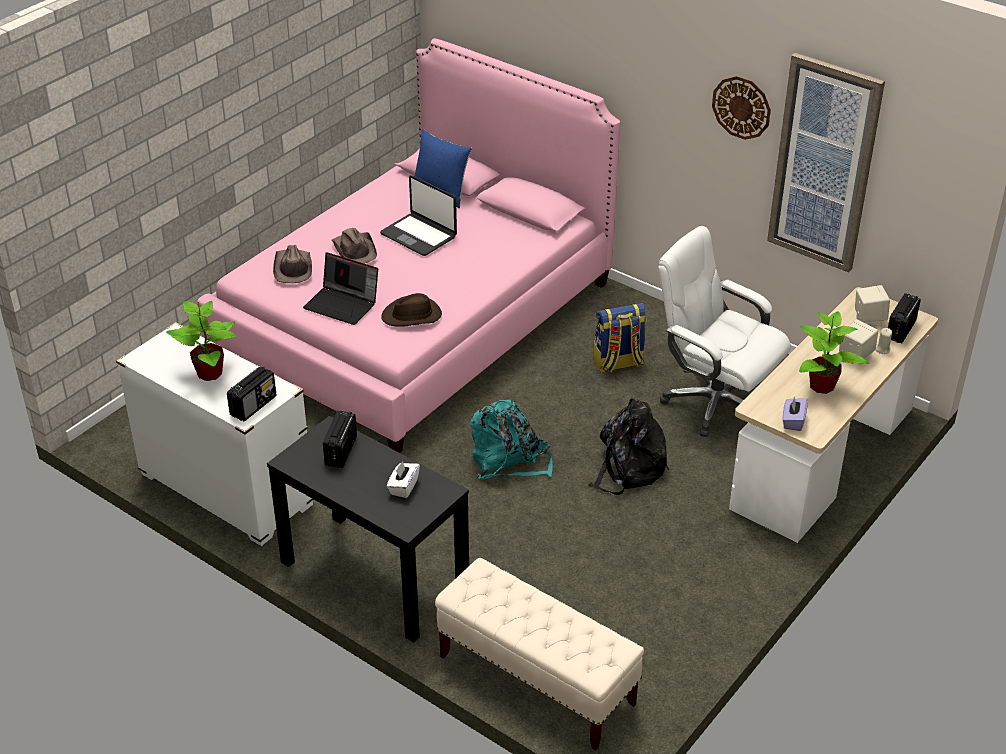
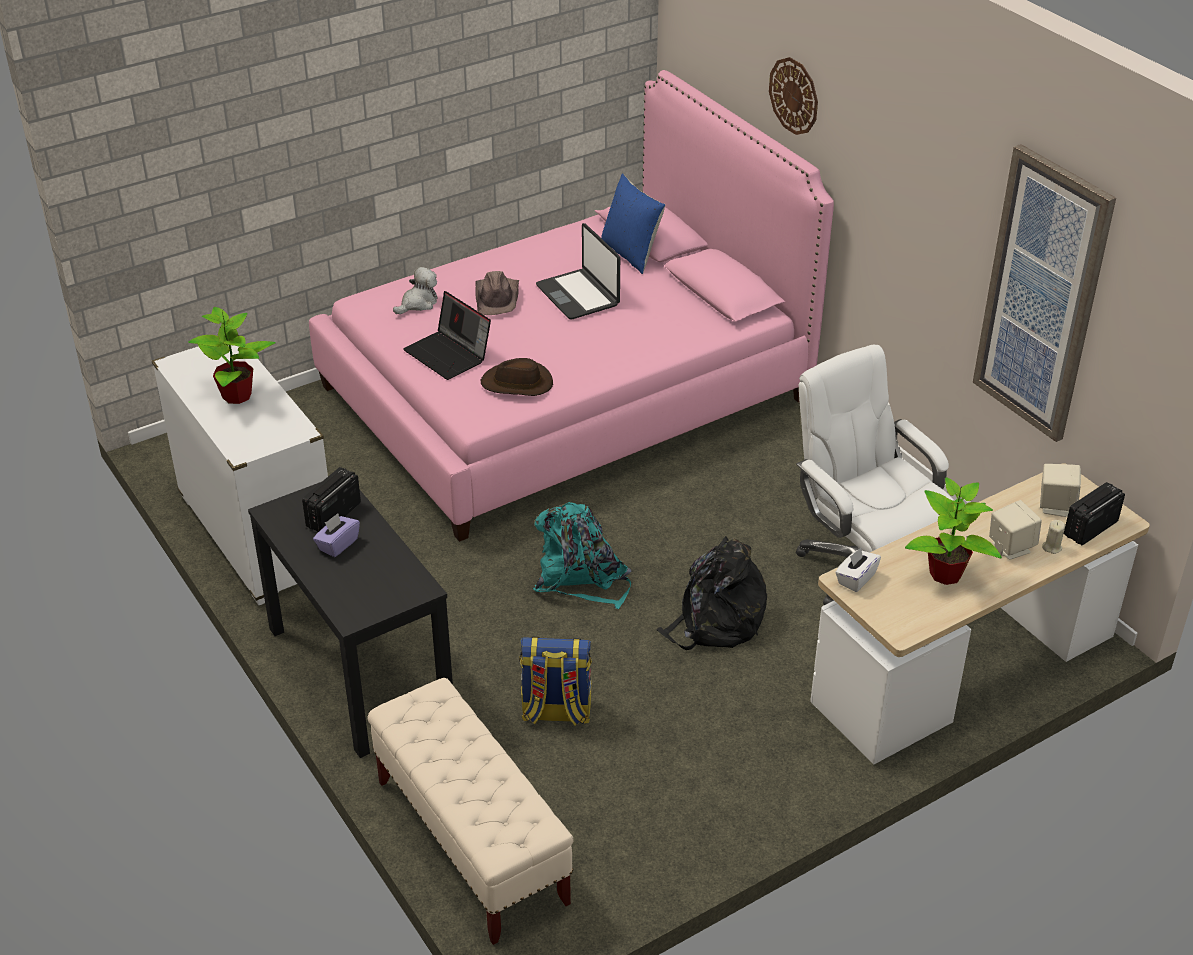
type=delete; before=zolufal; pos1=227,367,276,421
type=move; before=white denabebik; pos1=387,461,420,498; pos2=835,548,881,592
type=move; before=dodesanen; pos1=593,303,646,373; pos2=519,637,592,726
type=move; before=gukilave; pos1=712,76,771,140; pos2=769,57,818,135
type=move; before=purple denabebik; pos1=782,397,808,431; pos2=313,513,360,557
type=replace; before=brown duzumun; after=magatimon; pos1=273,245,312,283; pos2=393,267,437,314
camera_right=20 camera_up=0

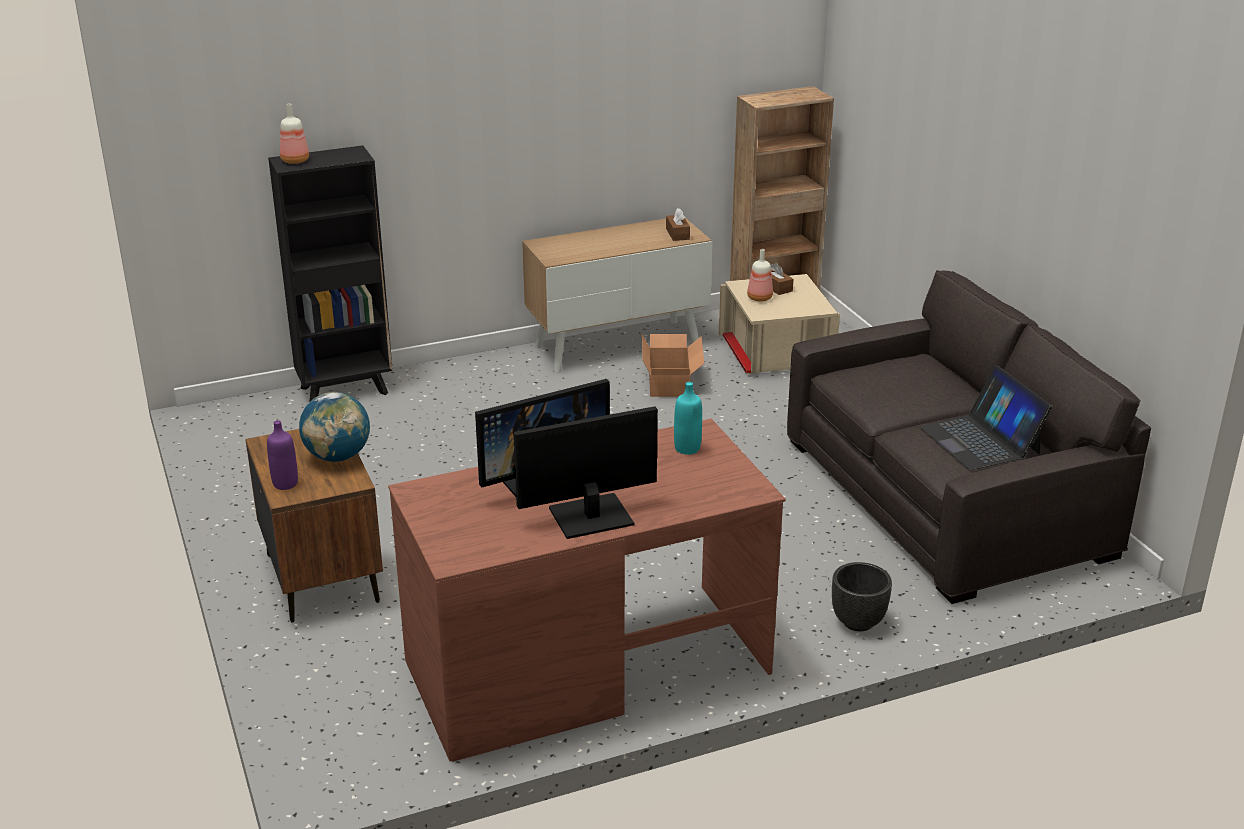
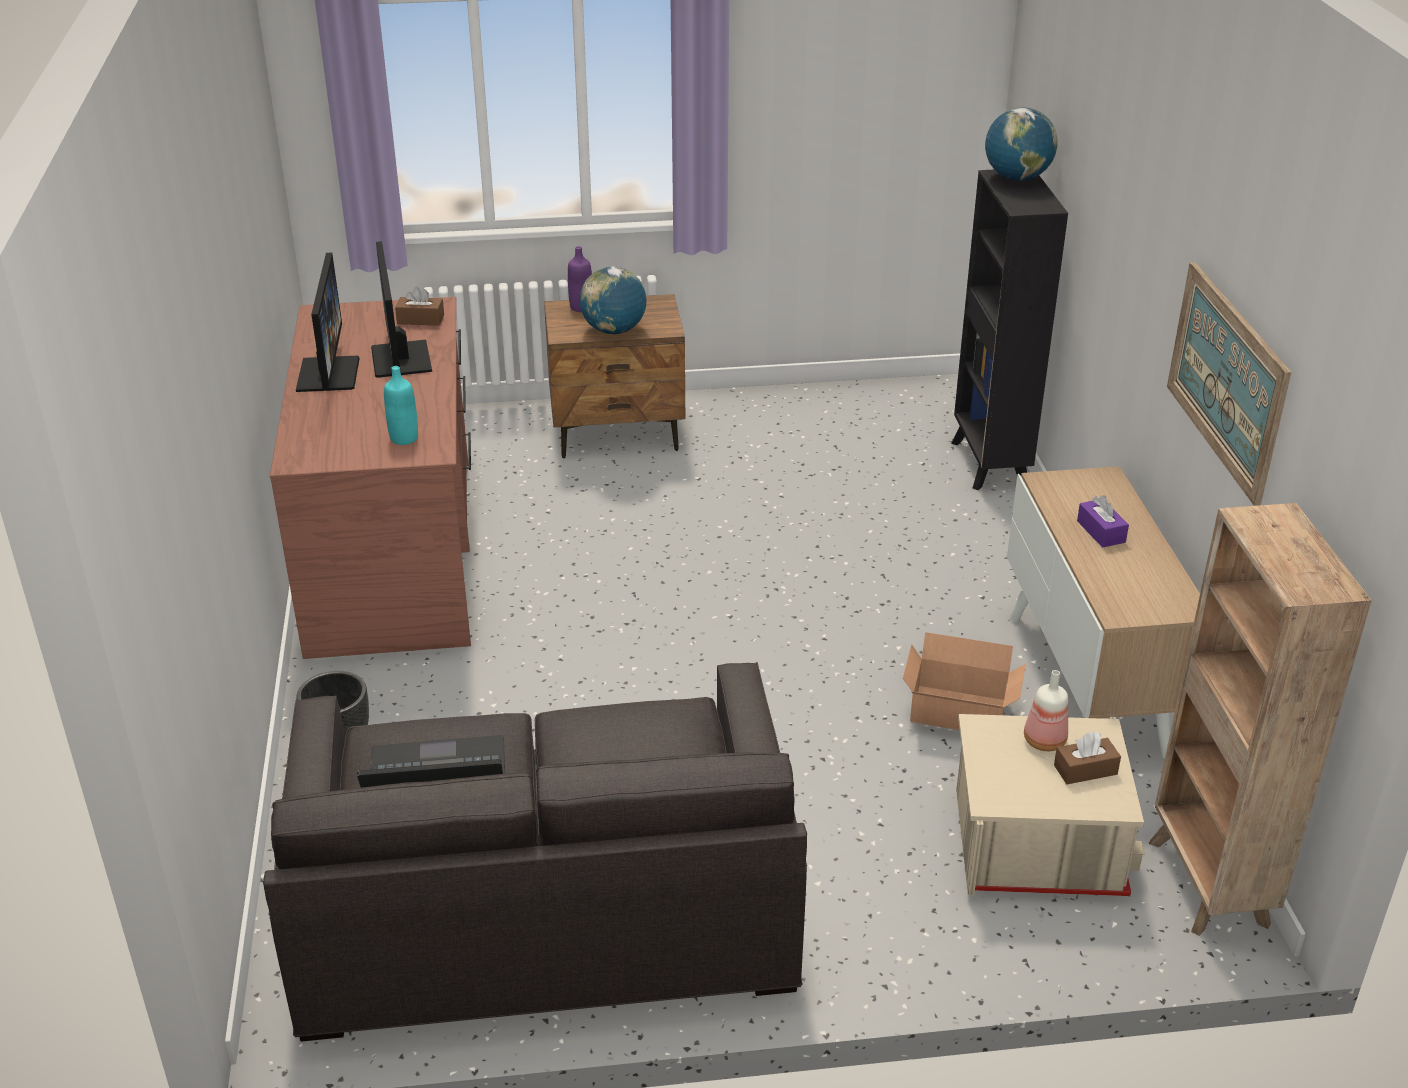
type=insert; after=purple denabebik; pos2=1077,495,1129,548
type=insert; after=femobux; pos2=1167,262,1291,506
type=move; before=brown denabebik; pos1=666,208,690,241; pos2=395,287,444,326
type=replace; before=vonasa; after=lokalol; pos1=280,103,309,164; pos2=985,107,1058,181
camera_right=105 camera_up=5

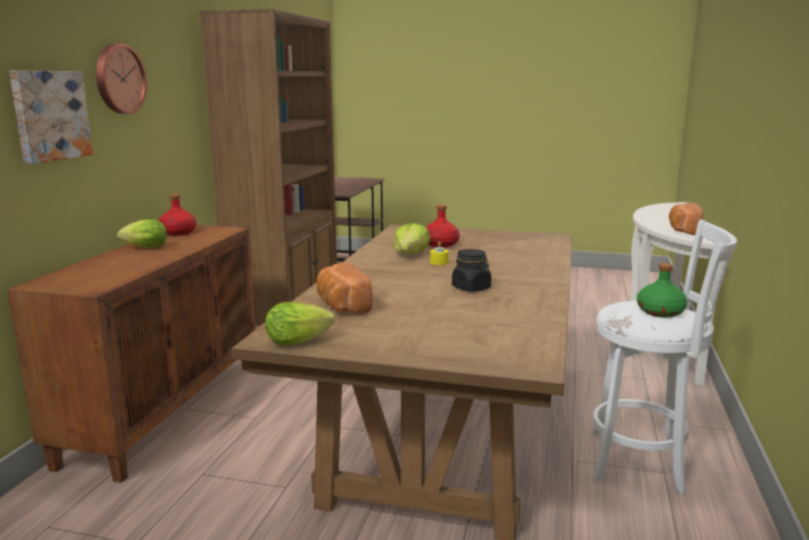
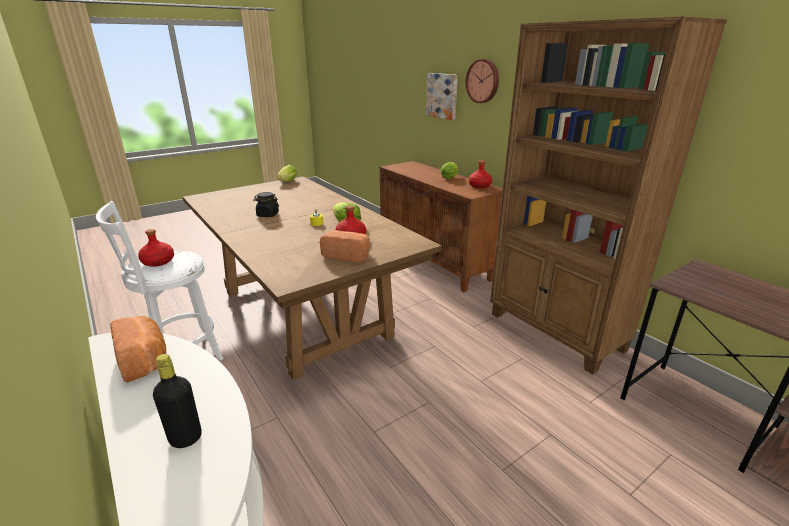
type=insert; after=black vonasa; pos2=153,354,201,448
type=move; before=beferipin; pos1=316,262,373,313; pos2=320,230,370,262
type=recolor; before=green vonasa; after=red vonasa; pos1=637,263,687,318; pos2=138,229,174,267
camera_right=130 camera_up=10

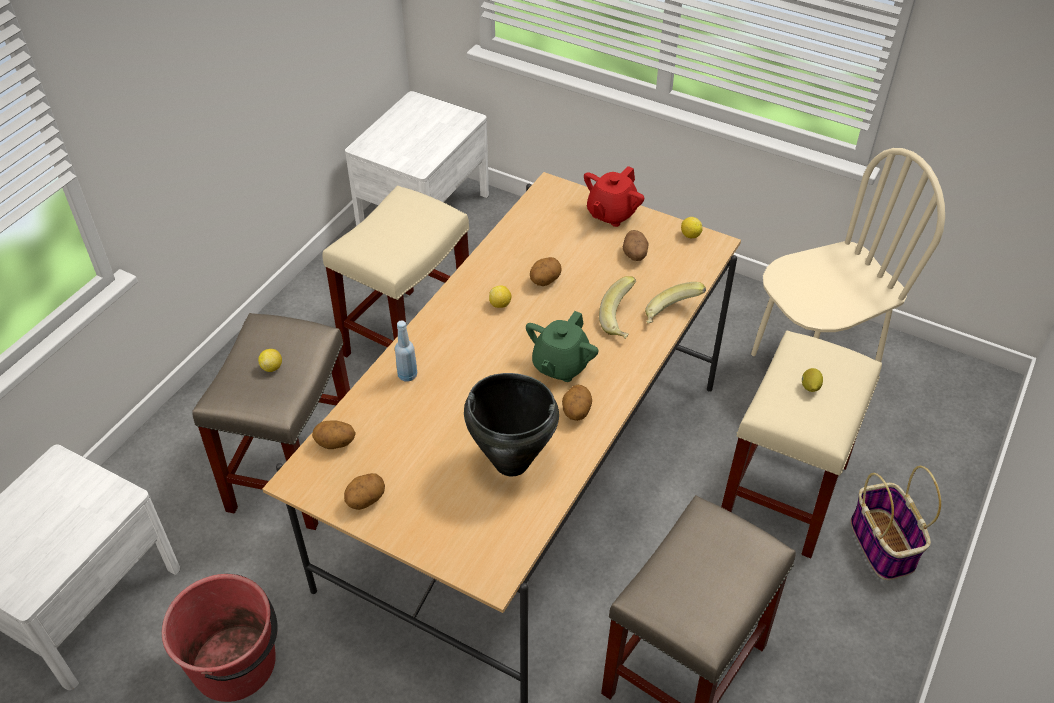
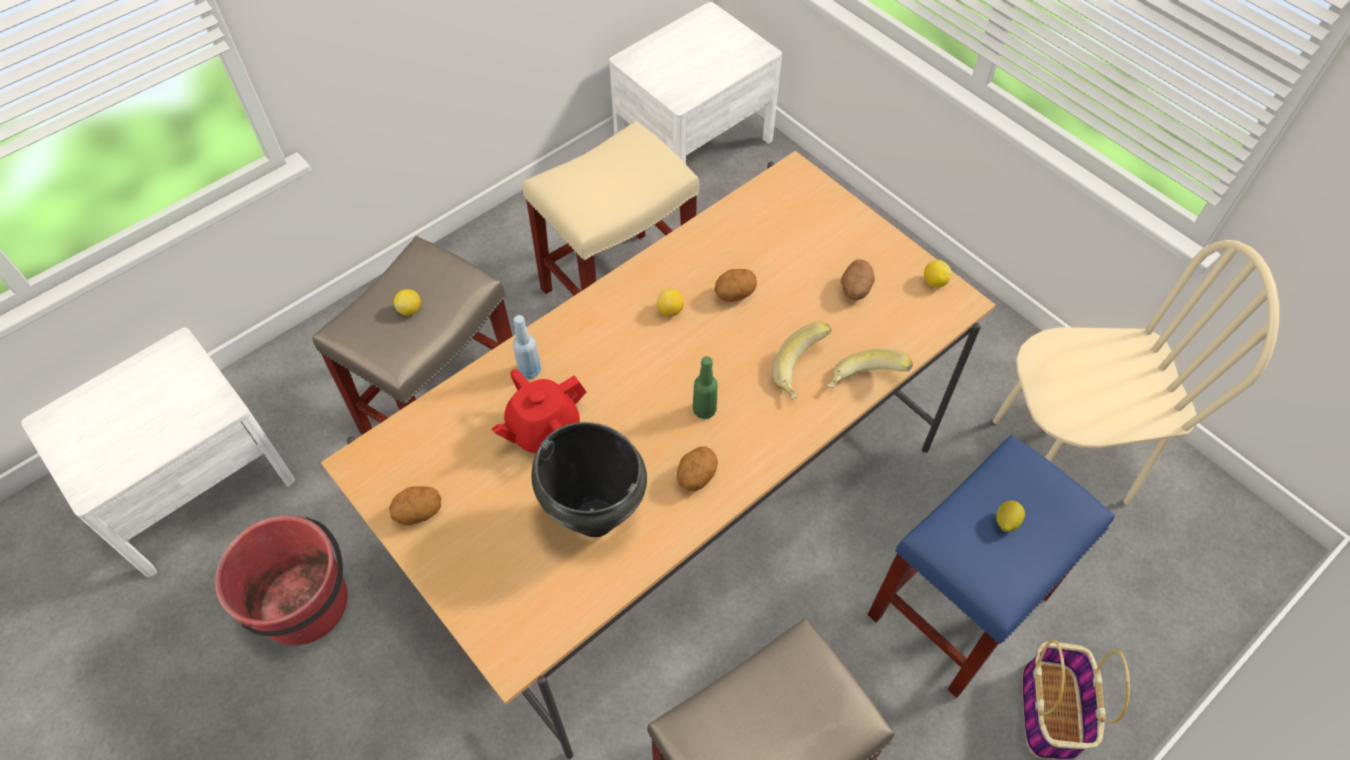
type=delete; before=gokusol; pos1=312,420,356,449
type=move; before=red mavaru; pos1=584,166,644,227; pos2=491,369,586,453
type=replace; before=green mavaru; after=green vonasa; pos1=526,311,599,382; pos2=693,356,718,419
type=recolor; before=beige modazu; after=blue modazu; pos1=721,331,882,558; pos2=867,435,1115,698
camera_right=20 camera_up=10

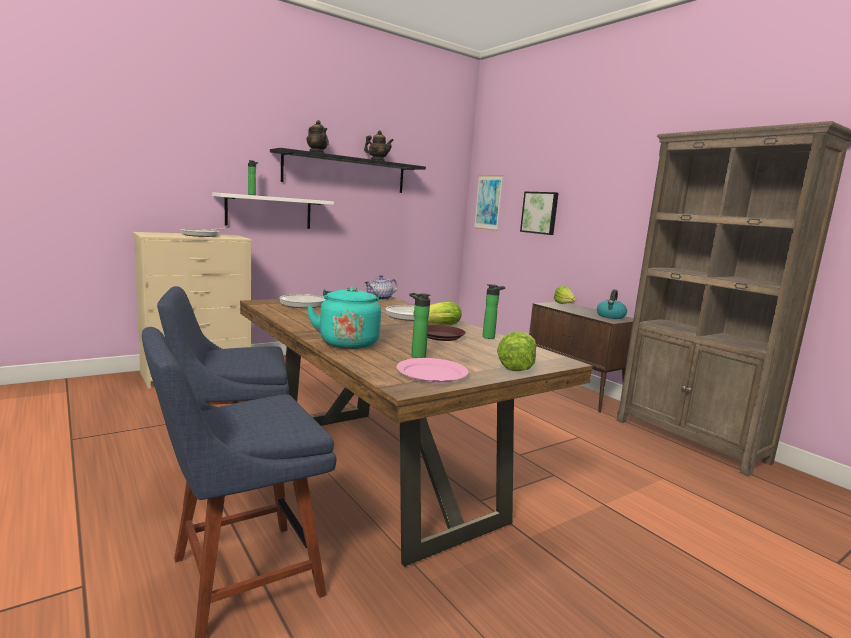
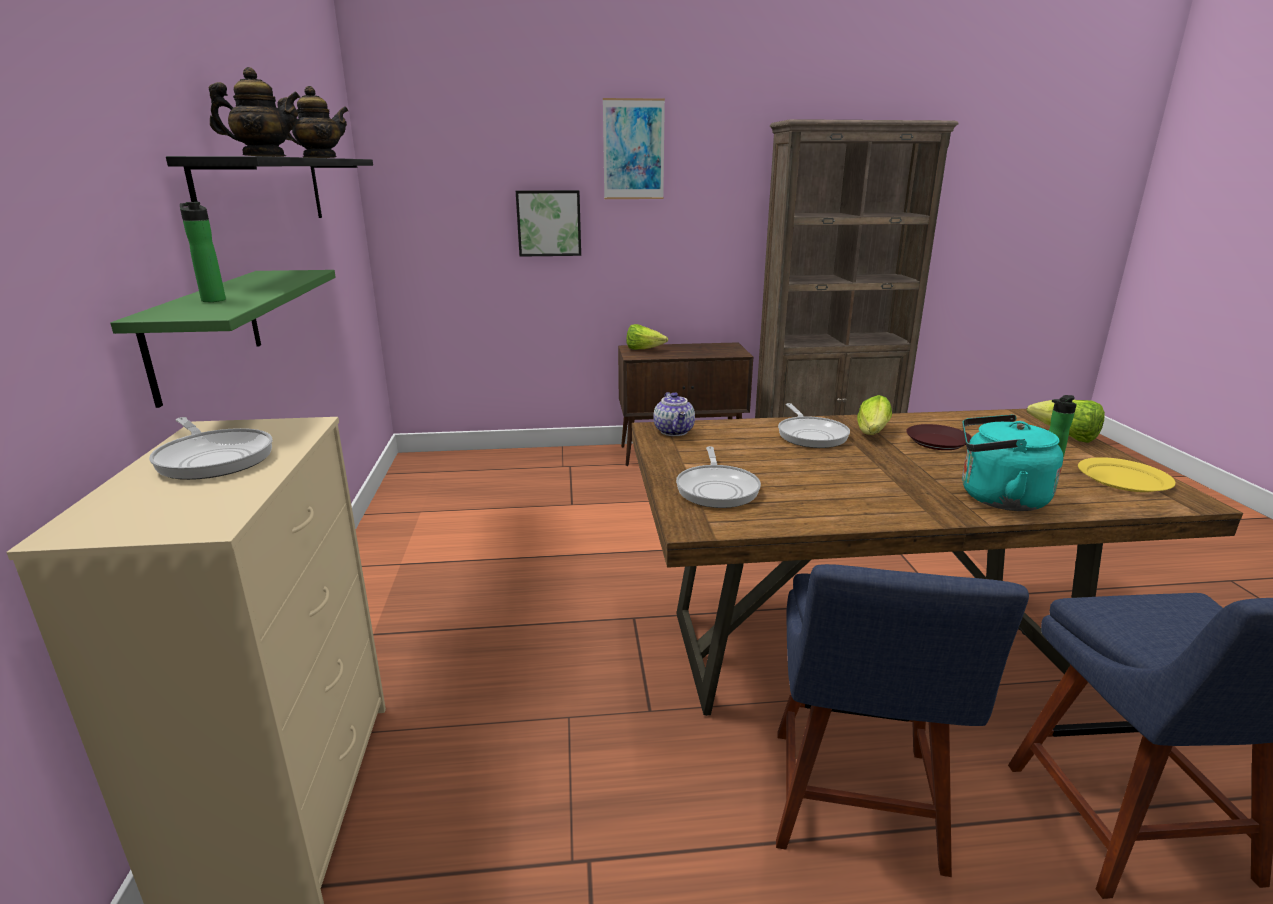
type=delete; before=vonasa; pos1=482,284,505,339
type=delete; before=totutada; pos1=597,289,627,319
type=move; before=femobux; pos1=474,175,503,231; pos2=603,98,665,199
type=recolor; before=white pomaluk; after=green pomaluk; pos1=212,192,334,229; pos2=110,270,336,408
type=recolor; before=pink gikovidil; after=yellow gikovidil; pos1=396,358,469,383; pos2=1078,457,1175,492
camera_right=-60 camera_up=10

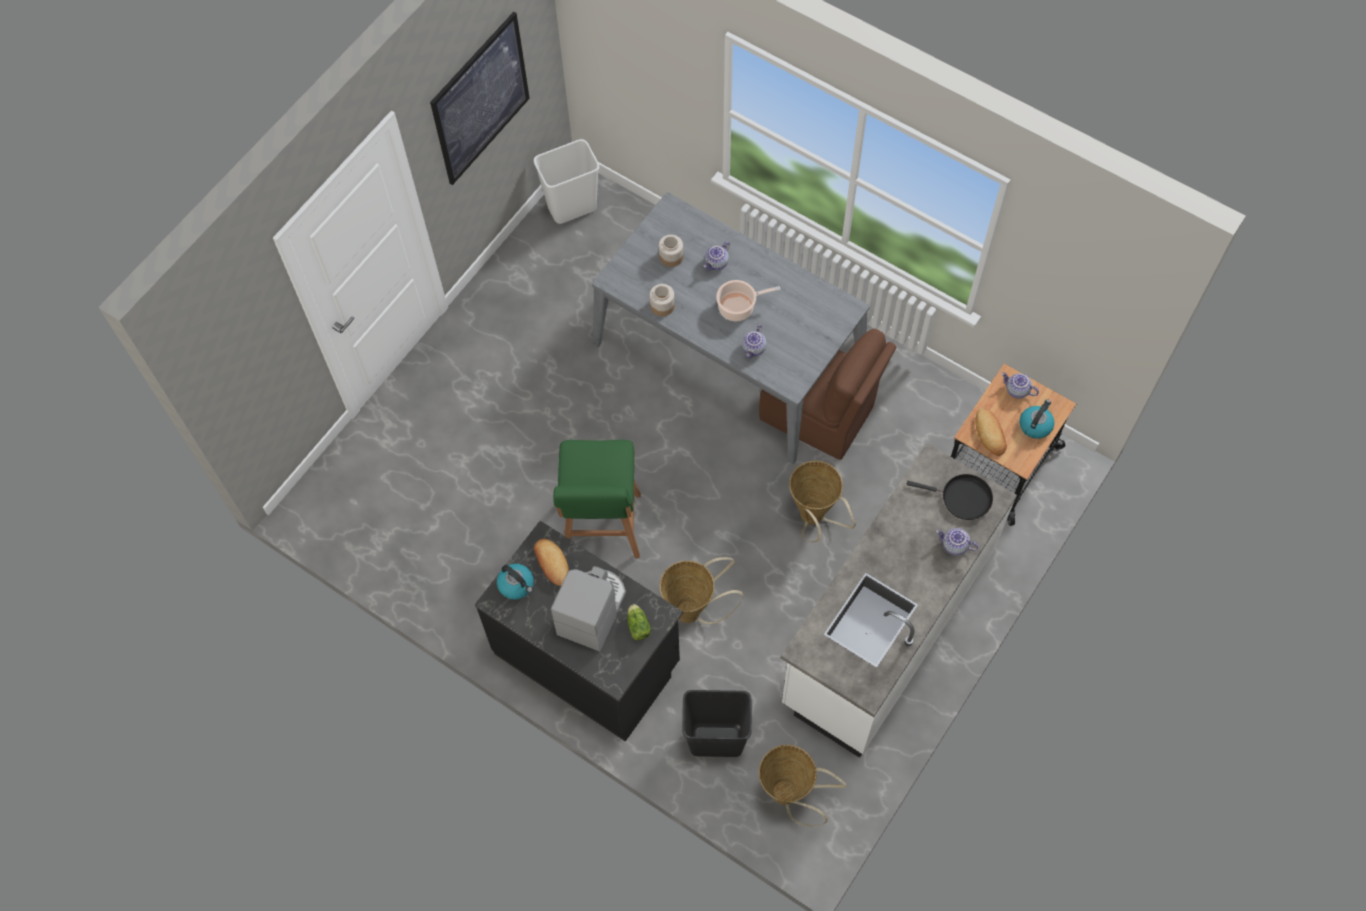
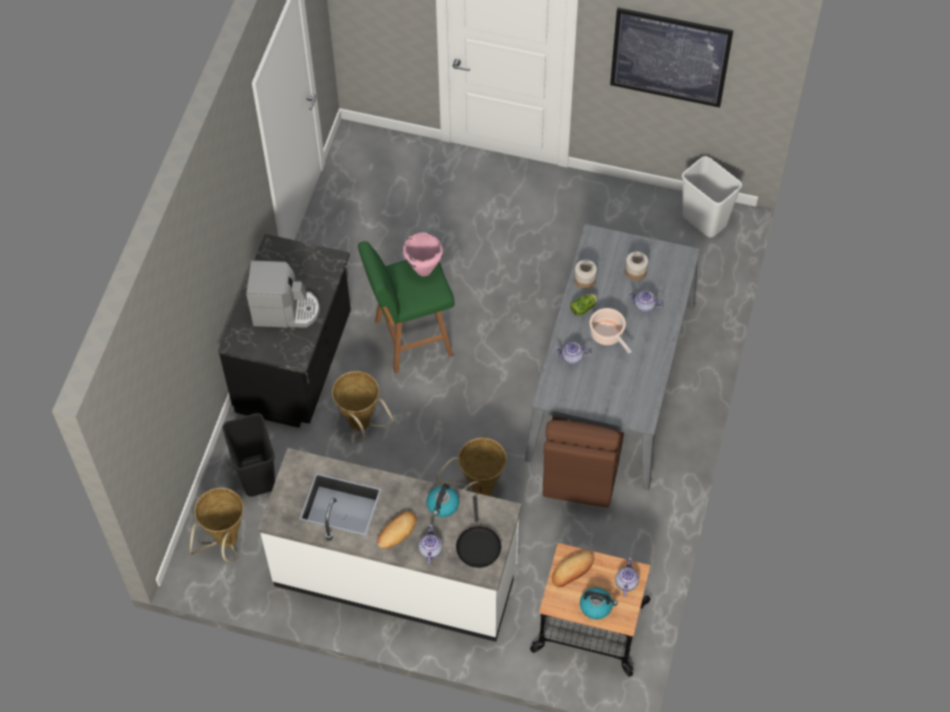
type=insert; after=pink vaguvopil; pos2=403,233,443,276
type=move; before=totutada; pos1=497,564,534,599; pos2=427,484,459,517
type=move; before=beferipin; pos1=534,539,569,586; pos2=377,511,417,548
type=move; before=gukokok; pos1=627,604,651,640; pos2=570,294,598,316
camera_right=70 camera_up=-5

